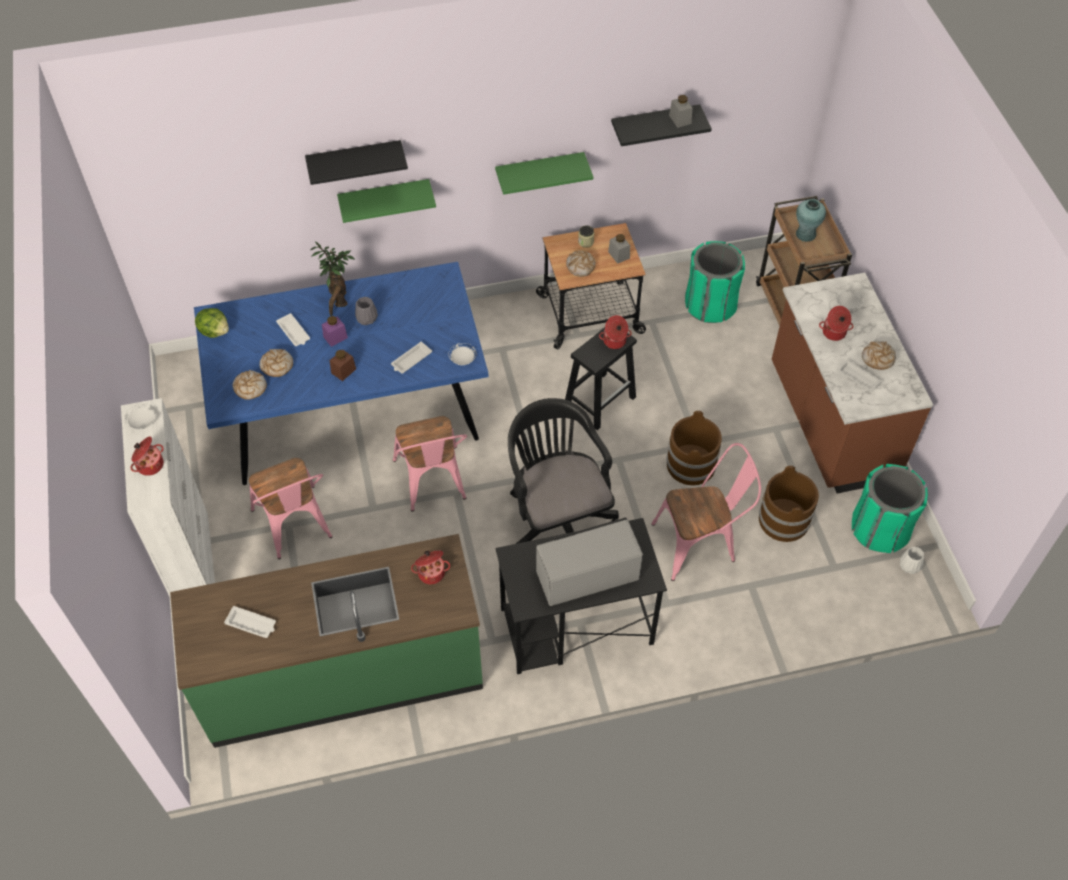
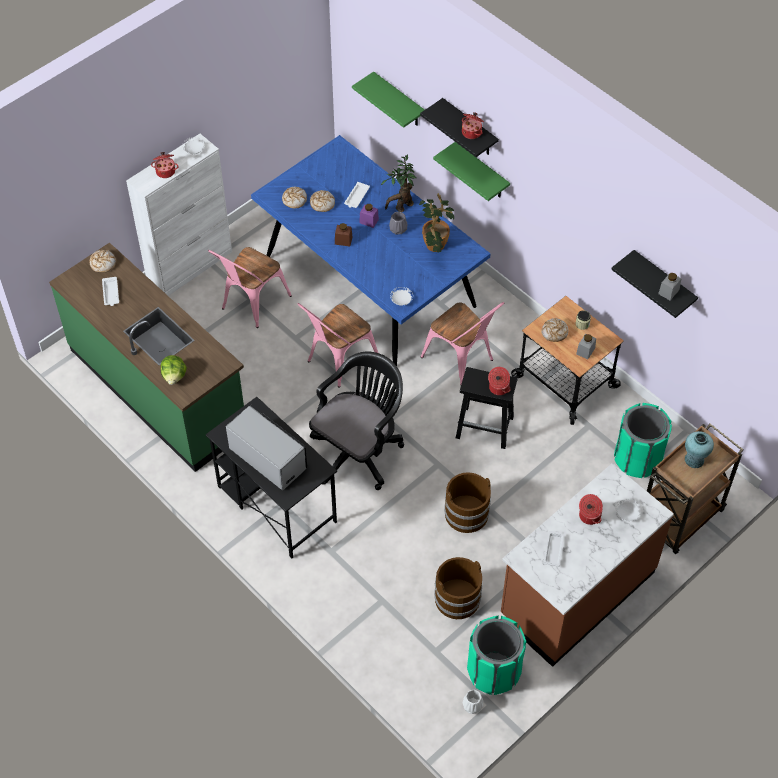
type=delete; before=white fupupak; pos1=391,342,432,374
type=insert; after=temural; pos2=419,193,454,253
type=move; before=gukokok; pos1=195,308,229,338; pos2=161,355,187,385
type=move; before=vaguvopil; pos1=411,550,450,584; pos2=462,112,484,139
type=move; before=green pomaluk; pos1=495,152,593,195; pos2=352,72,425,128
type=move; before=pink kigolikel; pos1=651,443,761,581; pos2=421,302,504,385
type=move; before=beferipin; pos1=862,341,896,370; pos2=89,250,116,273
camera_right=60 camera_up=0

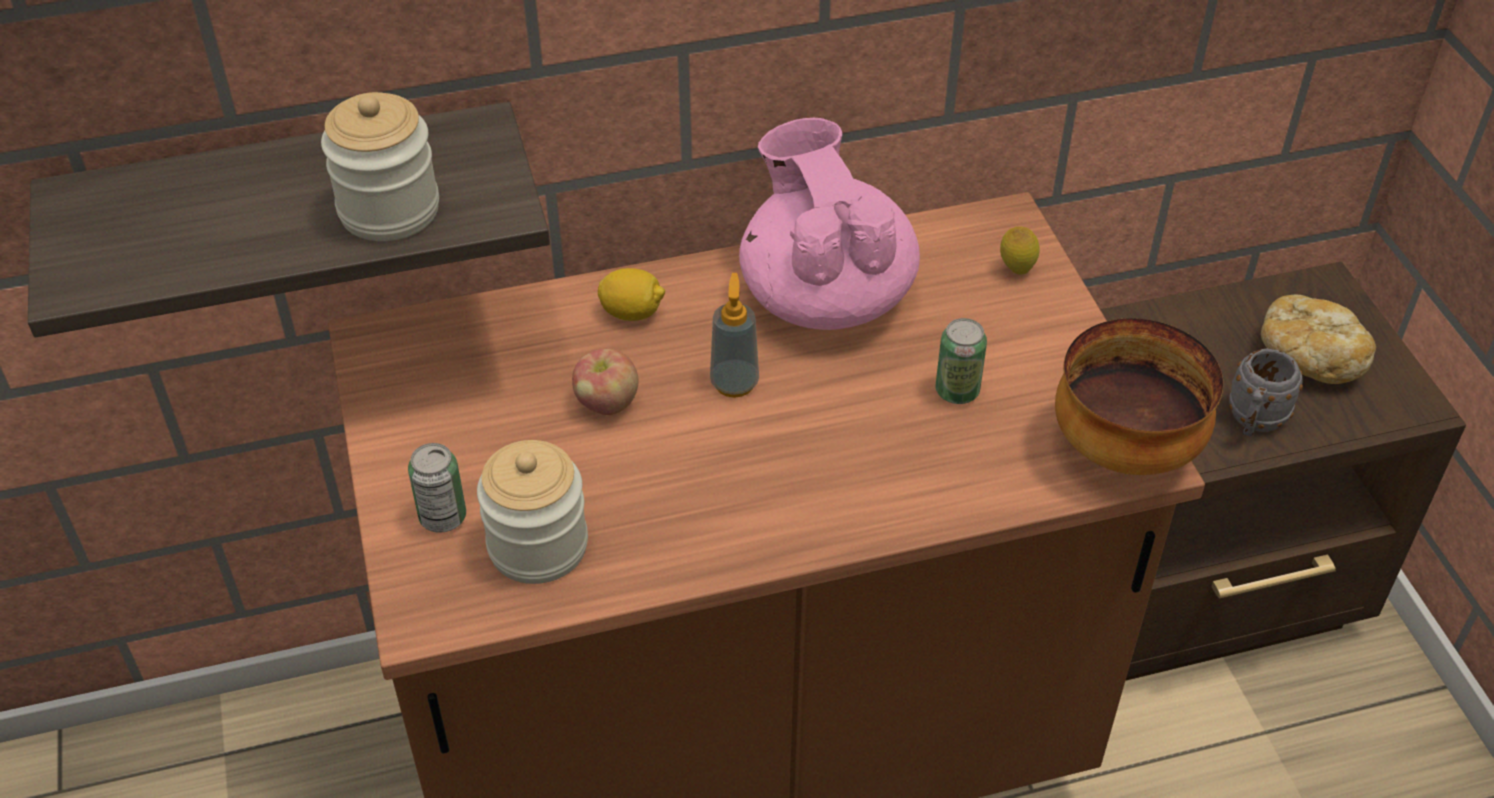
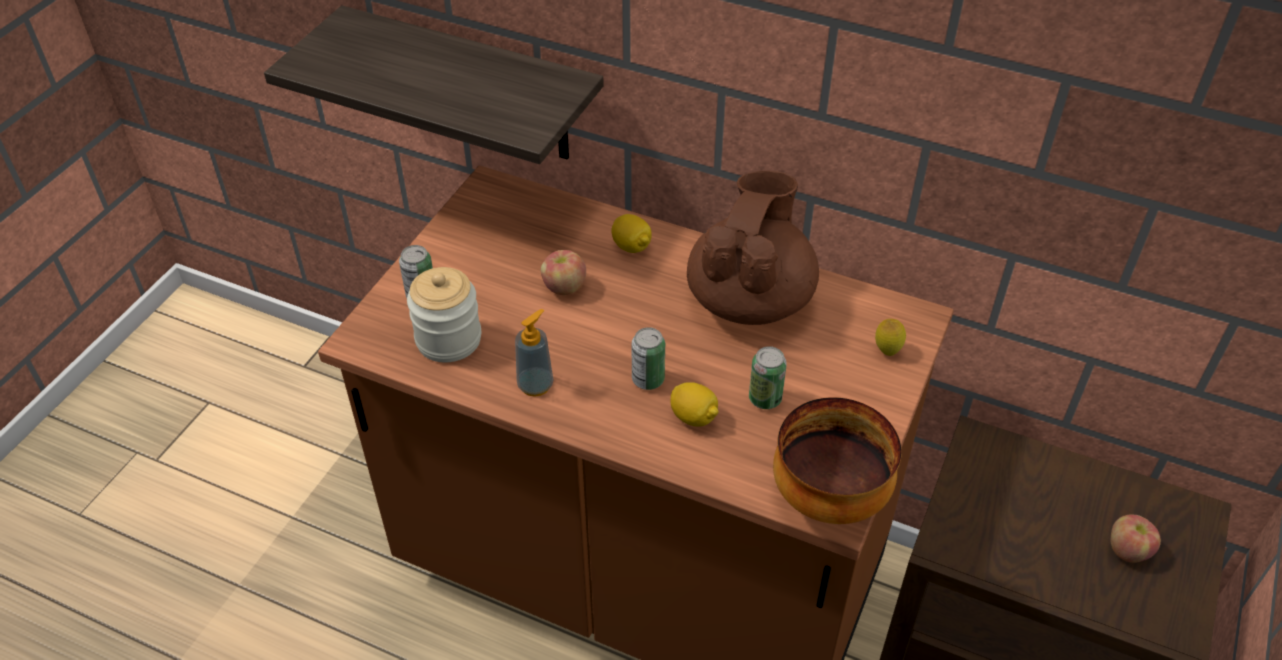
type=delete; before=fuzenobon; pos1=321,92,439,241
type=delete; before=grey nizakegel; pos1=1229,348,1303,437
type=insert; after=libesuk; pos2=632,327,665,390
type=insert; after=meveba; pos2=670,382,718,427
type=move; before=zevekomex; pos1=710,273,759,398; pos2=515,309,553,397
type=replace; before=beferipin; after=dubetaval; pos1=1261,295,1376,384; pos2=1111,515,1161,563
type=recolor; before=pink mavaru; after=brown mavaru; pos1=739,118,920,330; pos2=687,171,819,325
camera_right=40 camera_up=0

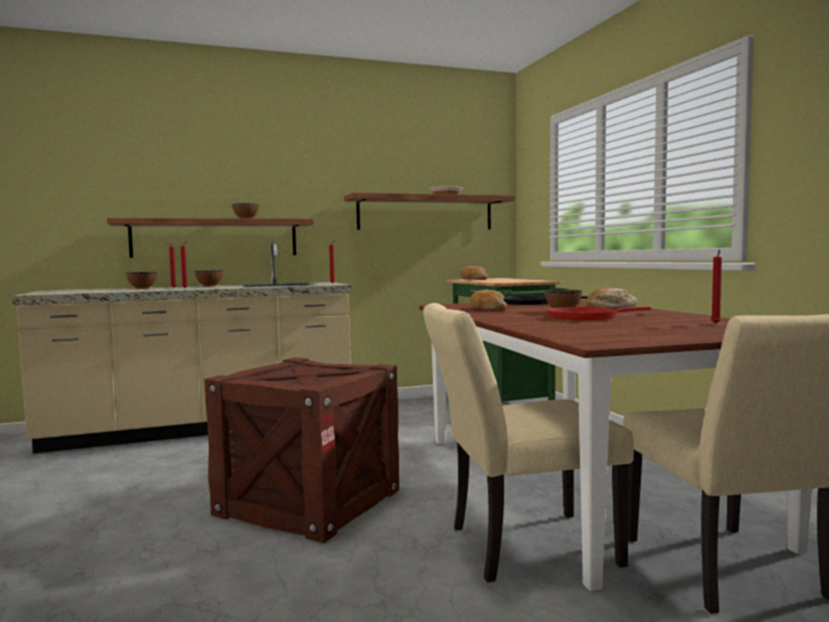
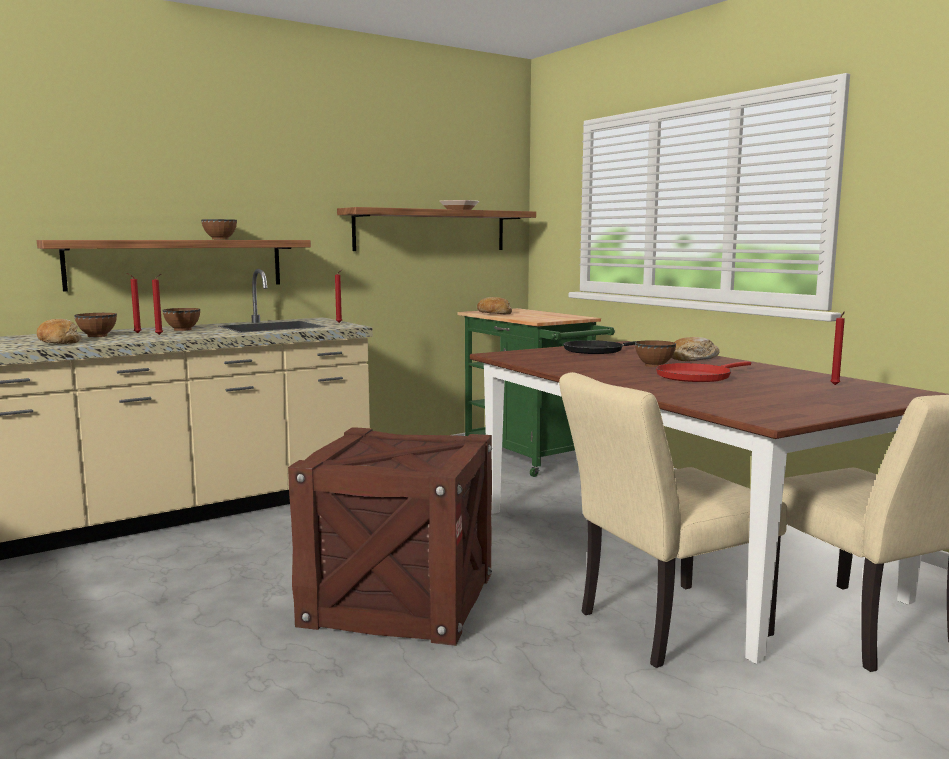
type=move; before=beferipin; pos1=470,290,507,311; pos2=37,319,82,344
camera_right=-15 camera_up=5

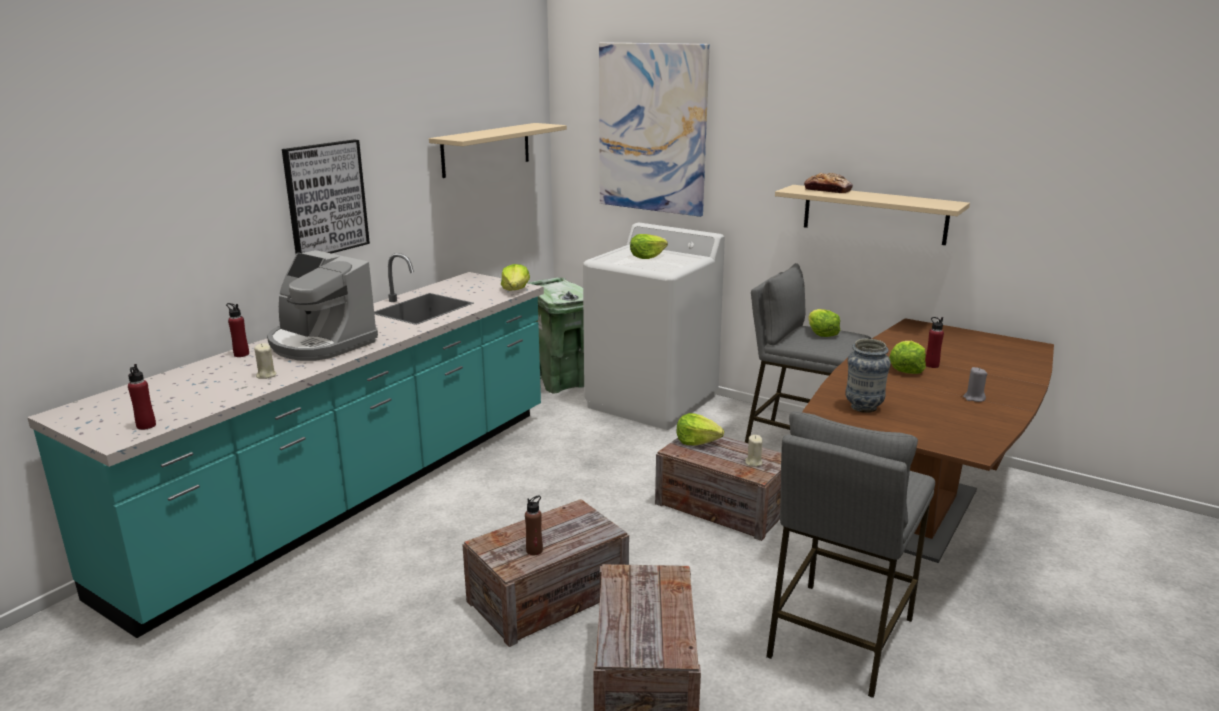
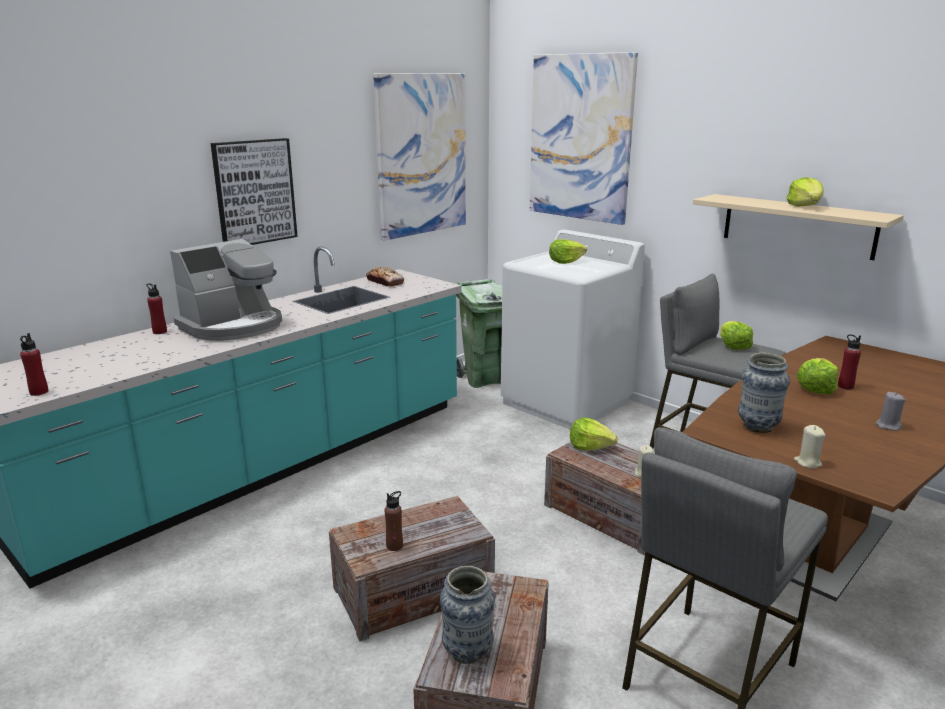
type=insert; after=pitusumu; pos2=440,566,495,664
type=move; before=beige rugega; pos1=254,343,276,379; pos2=794,425,826,468
type=move; before=gukokok; pos1=501,264,530,291; pos2=787,177,824,207
type=move; before=beferipin; pos1=804,173,853,193; pos2=366,266,404,287
type=replace; before=beige pomaluk; after=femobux; pos1=429,123,567,178; pos2=373,73,466,241
type=rotate; before=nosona; pos1=267,250,378,361; pos2=170,239,282,341; turn=-90
camera_right=10 camera_up=0

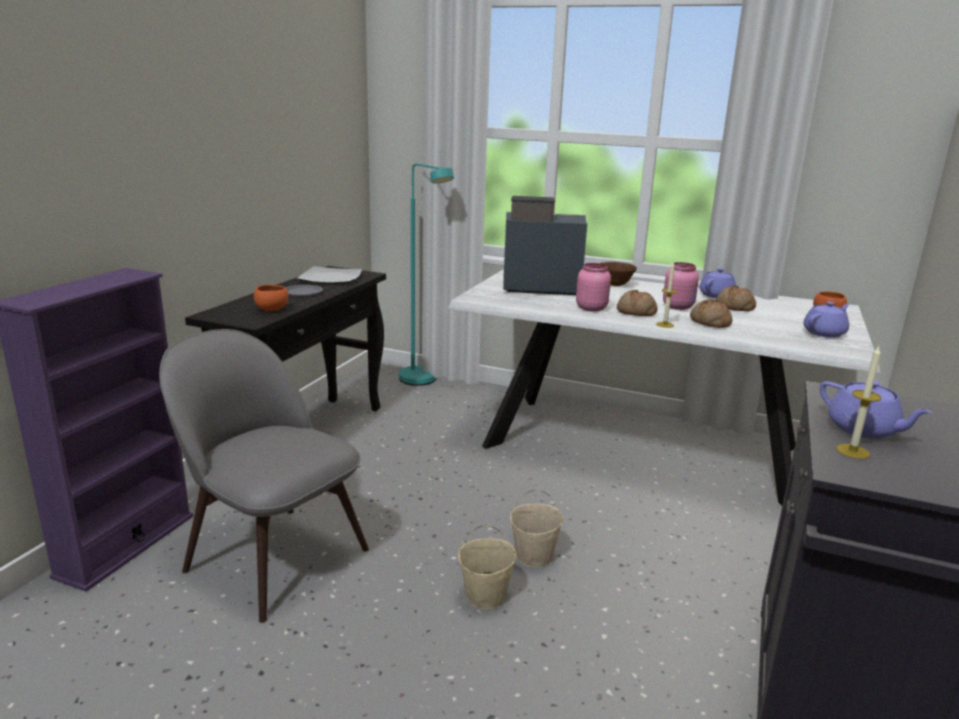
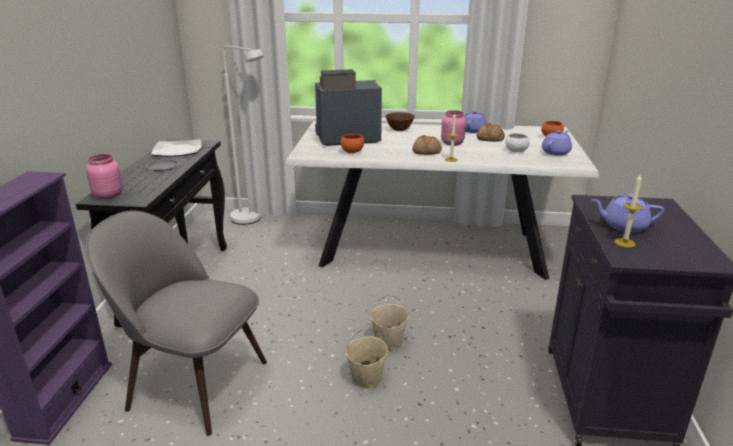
type=delete; before=beferipin; pos1=690,299,732,328
type=insert; after=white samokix; pos2=506,133,530,152
type=move; before=orange samokix; pos1=254,285,288,311; pos2=341,134,364,153
type=move; before=pink fuzenobon; pos1=576,263,611,311; pos2=86,154,122,199
type=recolor; before=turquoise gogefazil; after=white gogefazil; pos1=399,163,454,386; pos2=223,46,264,225
type=rotate; before=purple mavaru; pos1=820,380,932,439; pos2=591,194,664,233; turn=150
camera_right=-15 camera_up=5

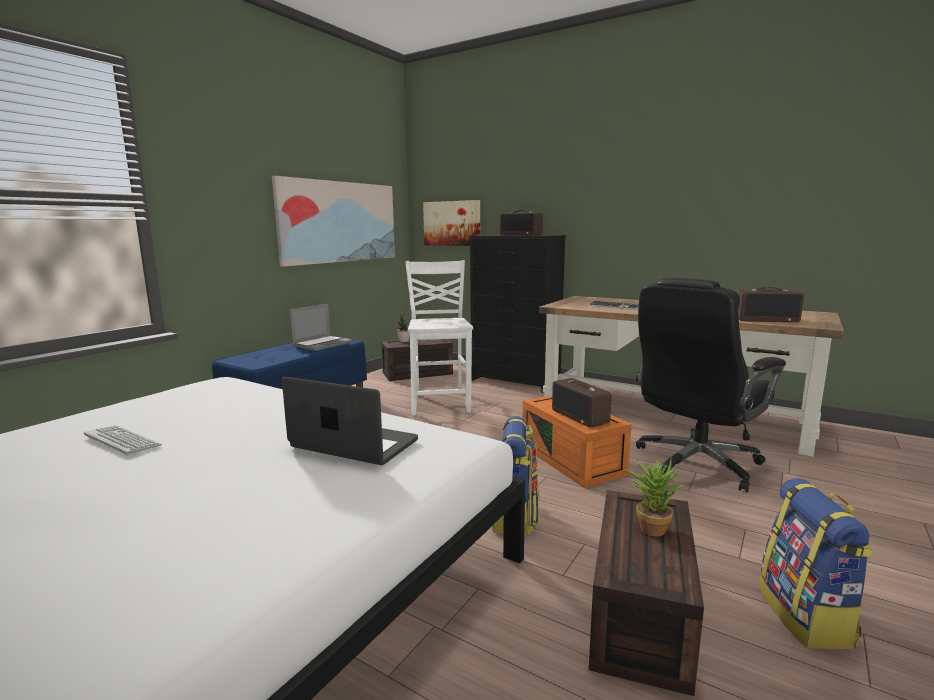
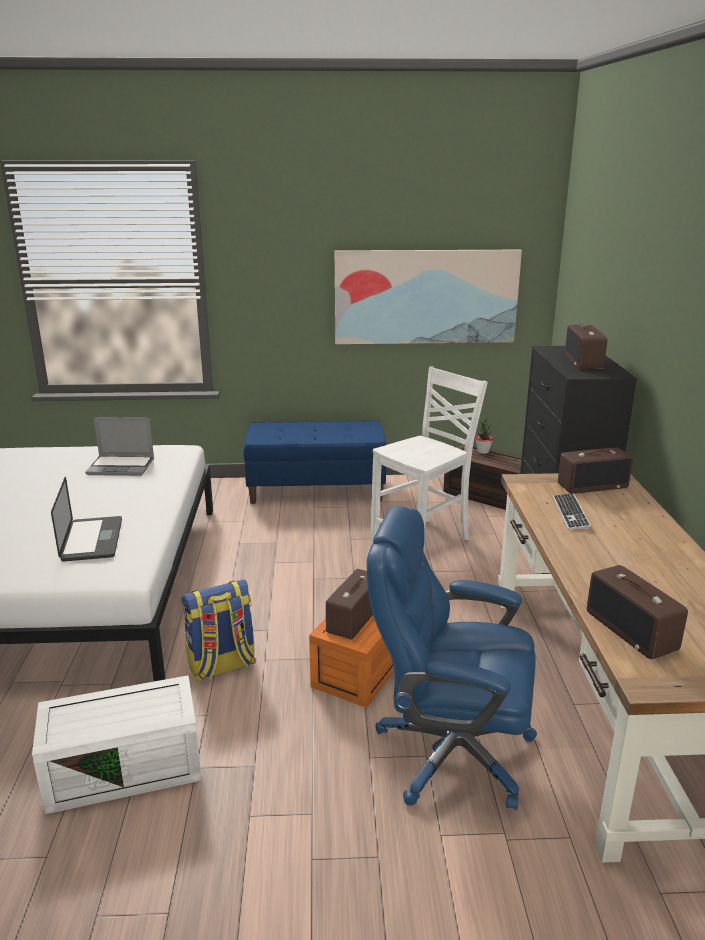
type=delete; before=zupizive; pos1=84,425,162,455
type=delete; before=femobux; pos1=423,200,480,246
type=delete; before=temural; pos1=623,457,684,536
type=delete; before=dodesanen; pos1=759,478,873,649
type=insert; after=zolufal; pos2=558,447,633,494
type=move; before=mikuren; pos1=290,304,352,351; pos2=85,417,154,476
type=recolor; before=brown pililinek; after=white pililinek; pos1=589,490,704,696; pos2=32,675,202,814
type=recolor; before=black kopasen; after=blue kopasen; pos1=636,277,786,492; pos2=367,506,537,810
camera_right=55 camera_up=10

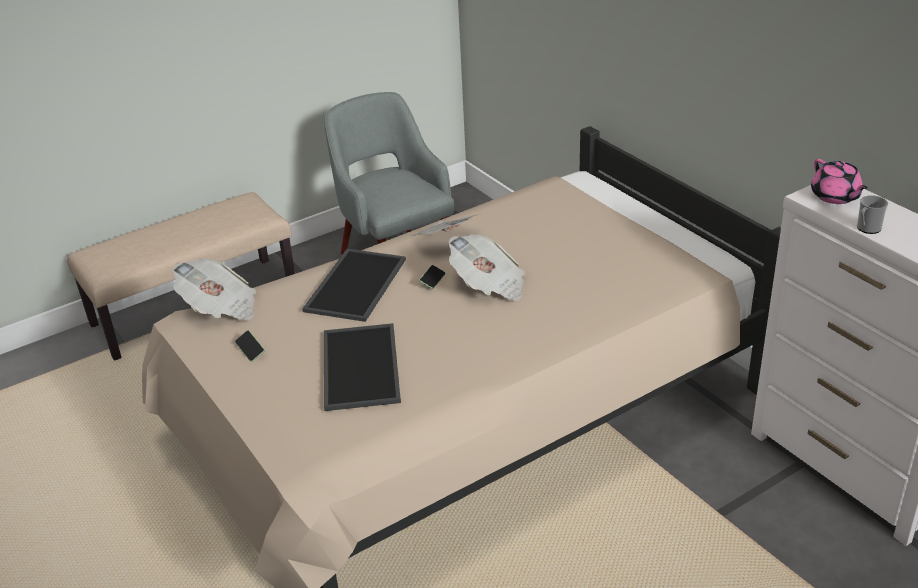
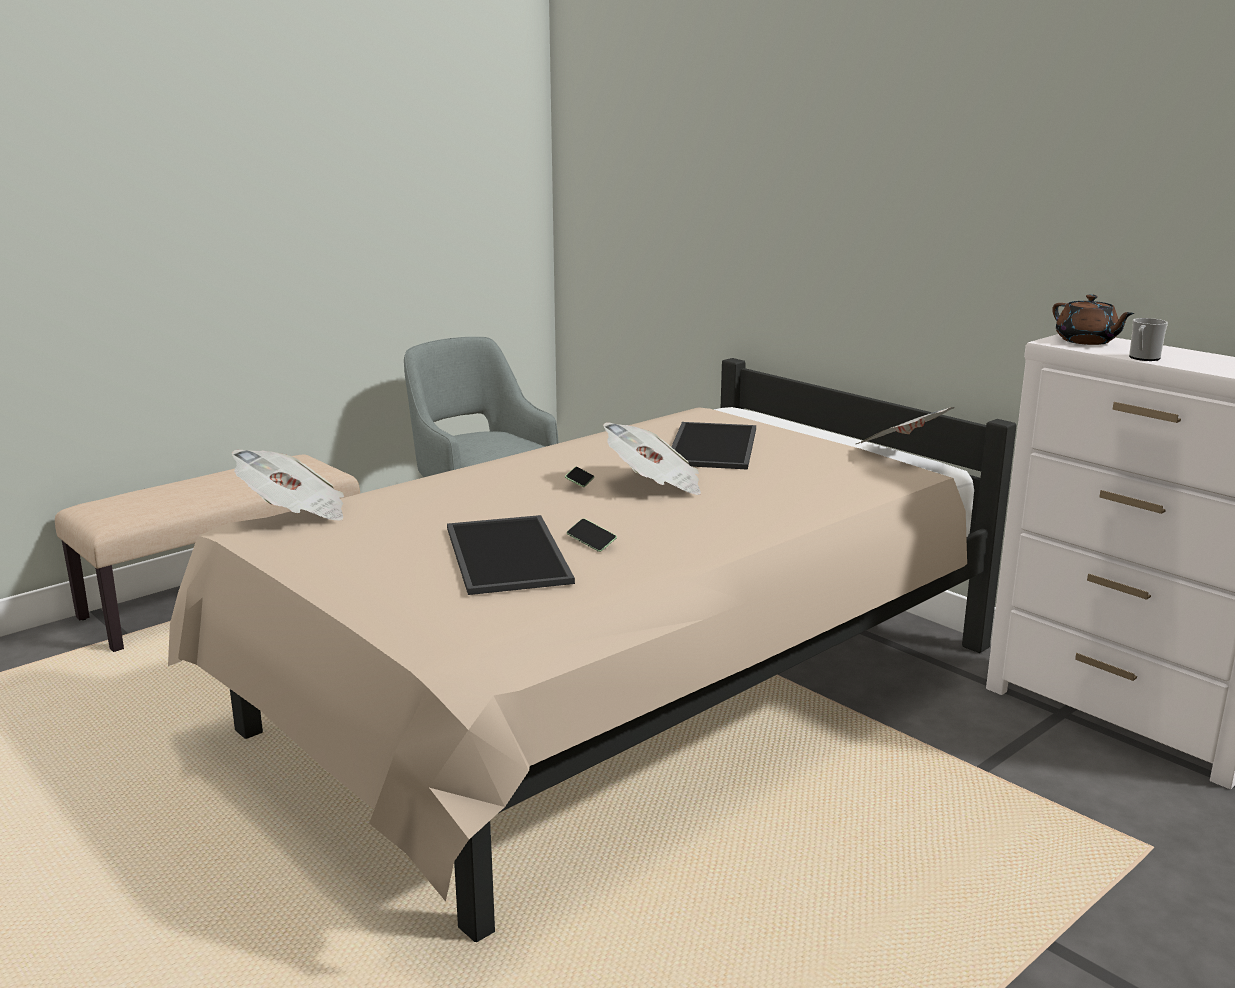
type=move; before=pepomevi; pos1=235,330,265,362; pos2=567,518,617,552
type=move; before=fupupak; pos1=302,249,406,322; pos2=671,422,756,470
type=move; before=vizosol; pos1=410,214,479,236; pos2=856,407,955,444
type=recolor; before=pink mavaru; after=brown mavaru; pos1=811,159,868,204; pos2=1052,294,1135,345
camera_right=-10 camera_up=-15

